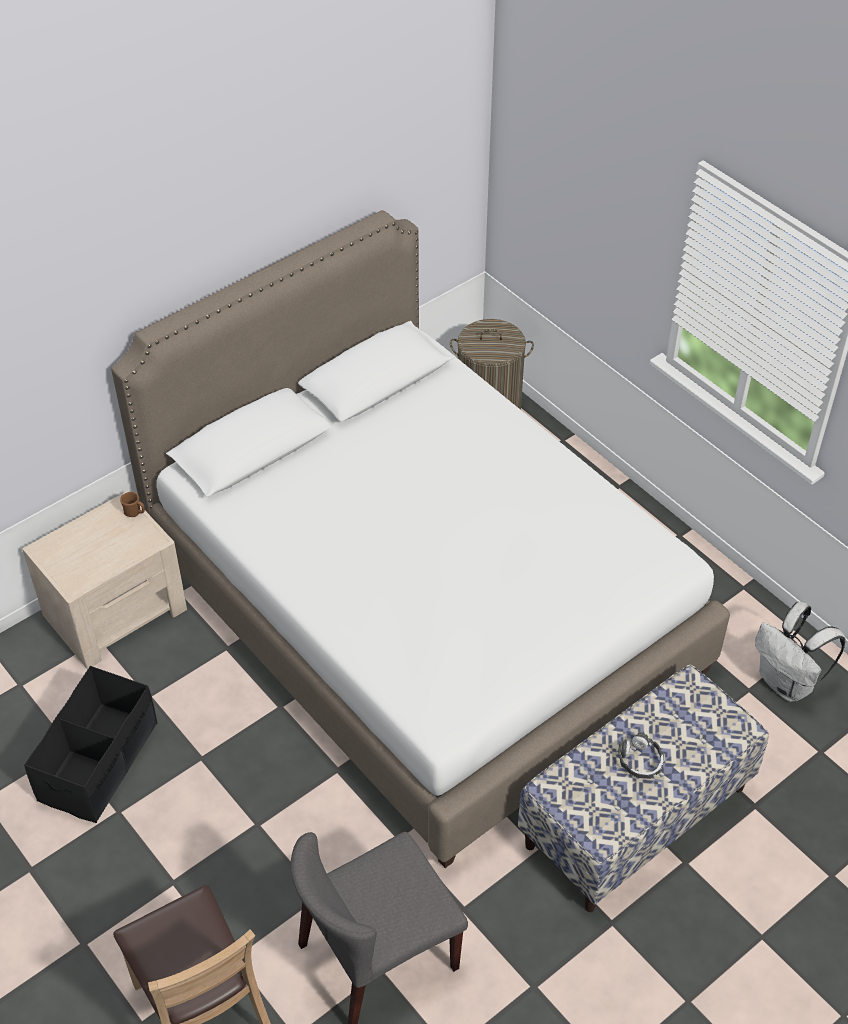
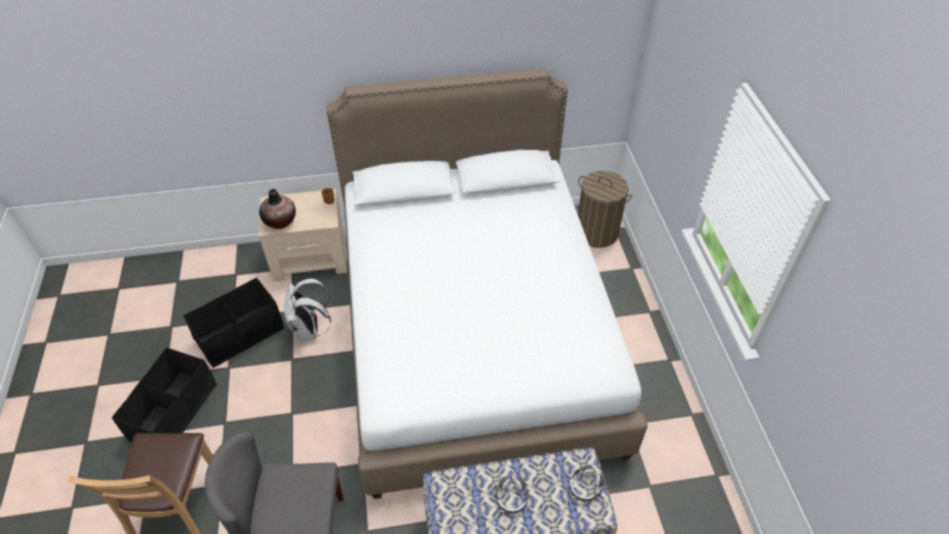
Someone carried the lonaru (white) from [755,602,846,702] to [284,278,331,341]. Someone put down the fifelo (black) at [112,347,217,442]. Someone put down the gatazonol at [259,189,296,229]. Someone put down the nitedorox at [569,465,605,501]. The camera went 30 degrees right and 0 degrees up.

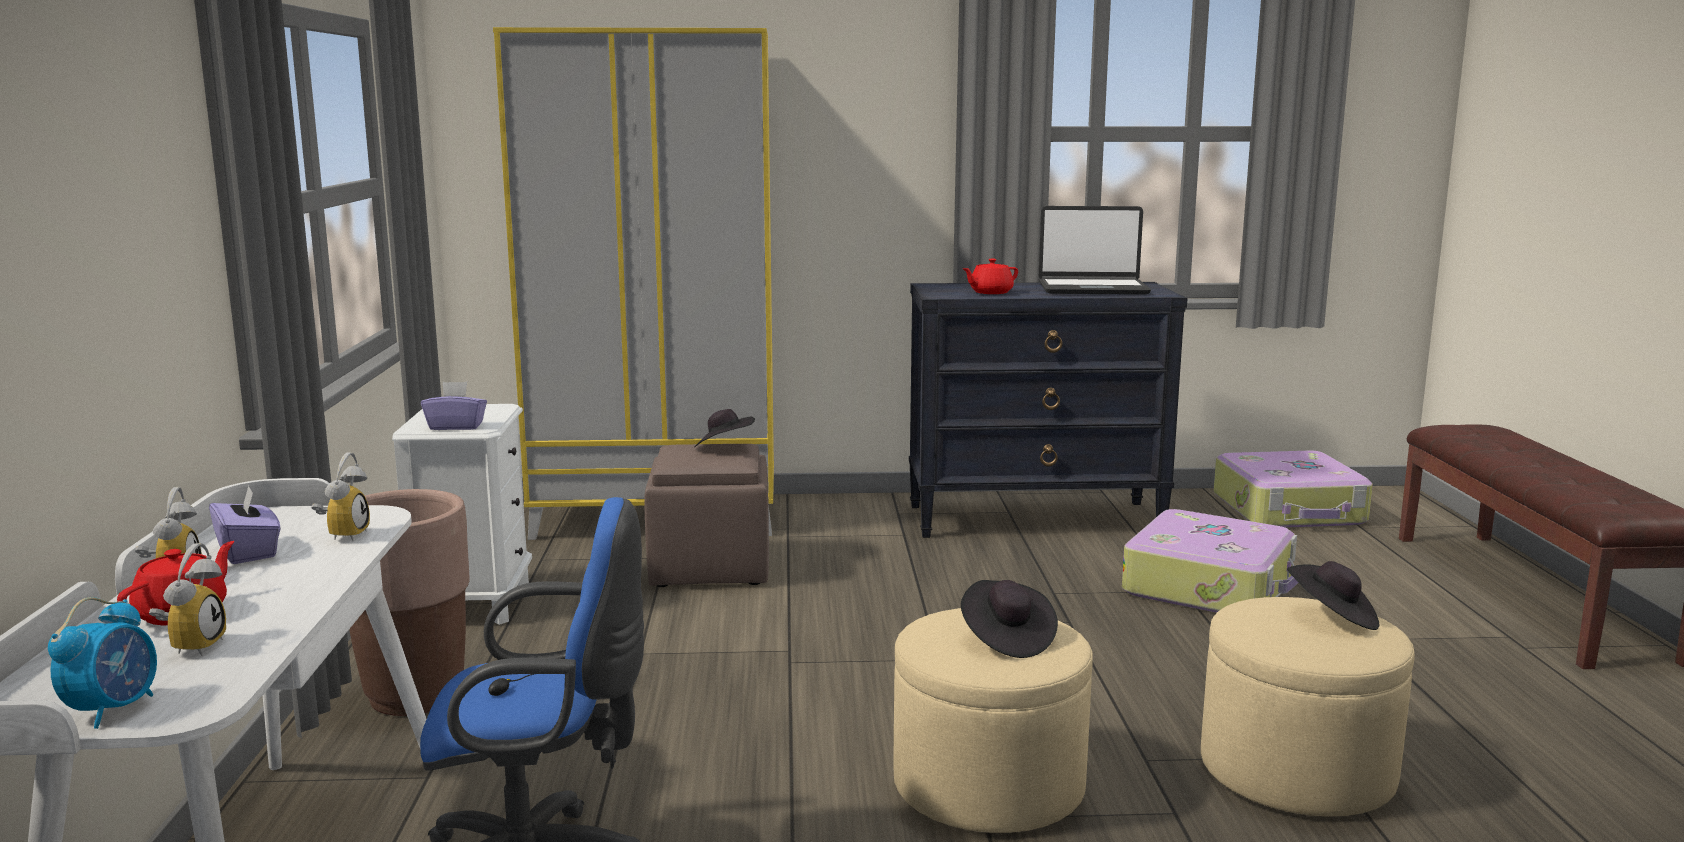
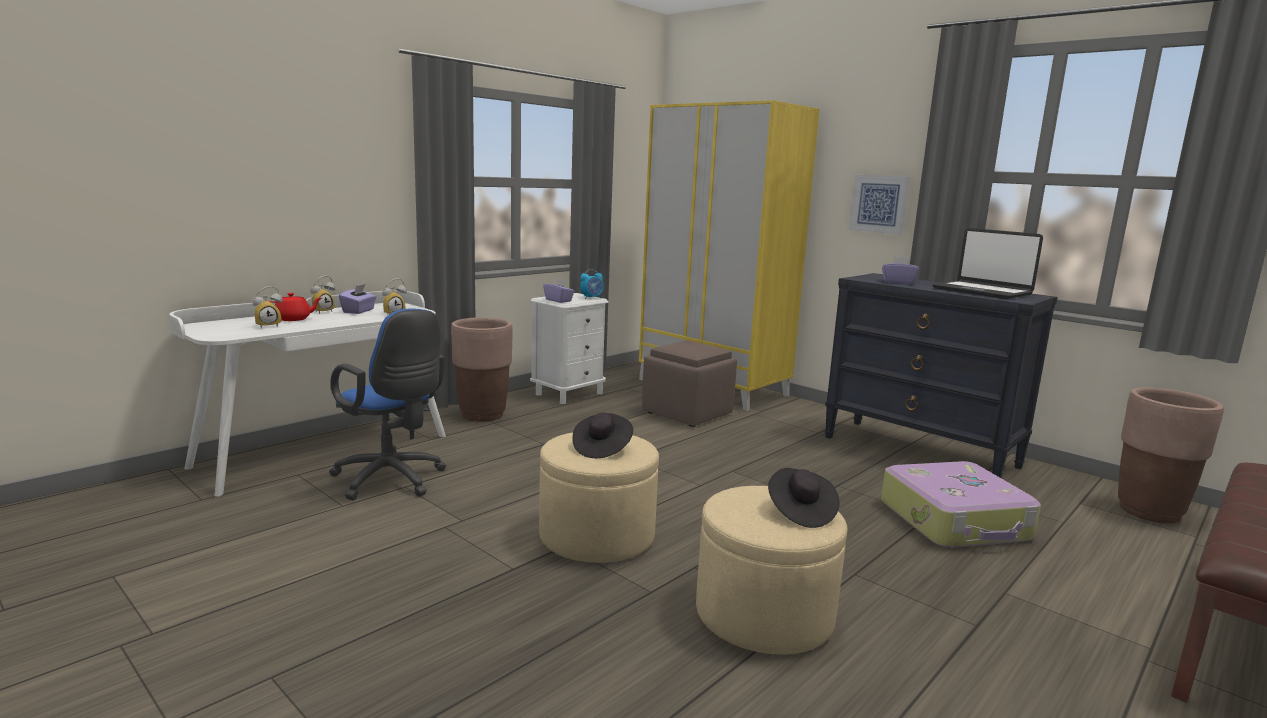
Someone carried the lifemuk from [48,597,157,729] to [580,269,603,299]. Someone took away the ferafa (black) at [694,409,755,448]. Someone swapped the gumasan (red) at [962,259,1018,294] for the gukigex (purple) at [882,256,919,284]. Someone swapped the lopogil at [1214,451,1373,528] for the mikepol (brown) at [1118,387,1224,523]. Someone put up the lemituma at [849,175,910,235]. The camera went 45 degrees right and 0 degrees up.

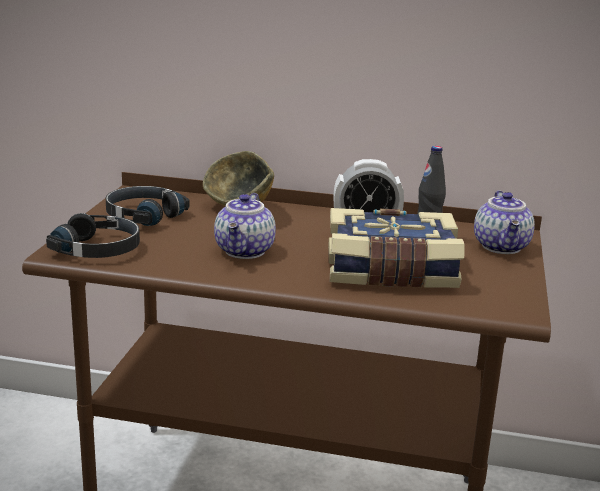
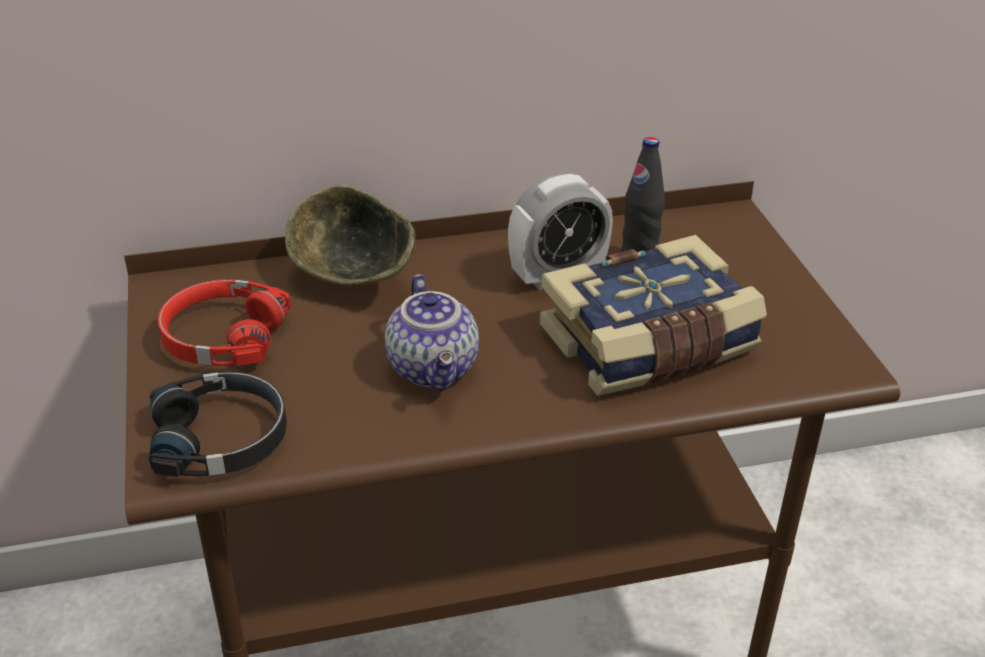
Someone repainted the nitedorox (black) at [106,186,190,226], which became the nitedorox (red) at [158,279,291,366]. Someone took away the gumasan at [474,190,535,254]. The camera went 25 degrees left and 15 degrees up.

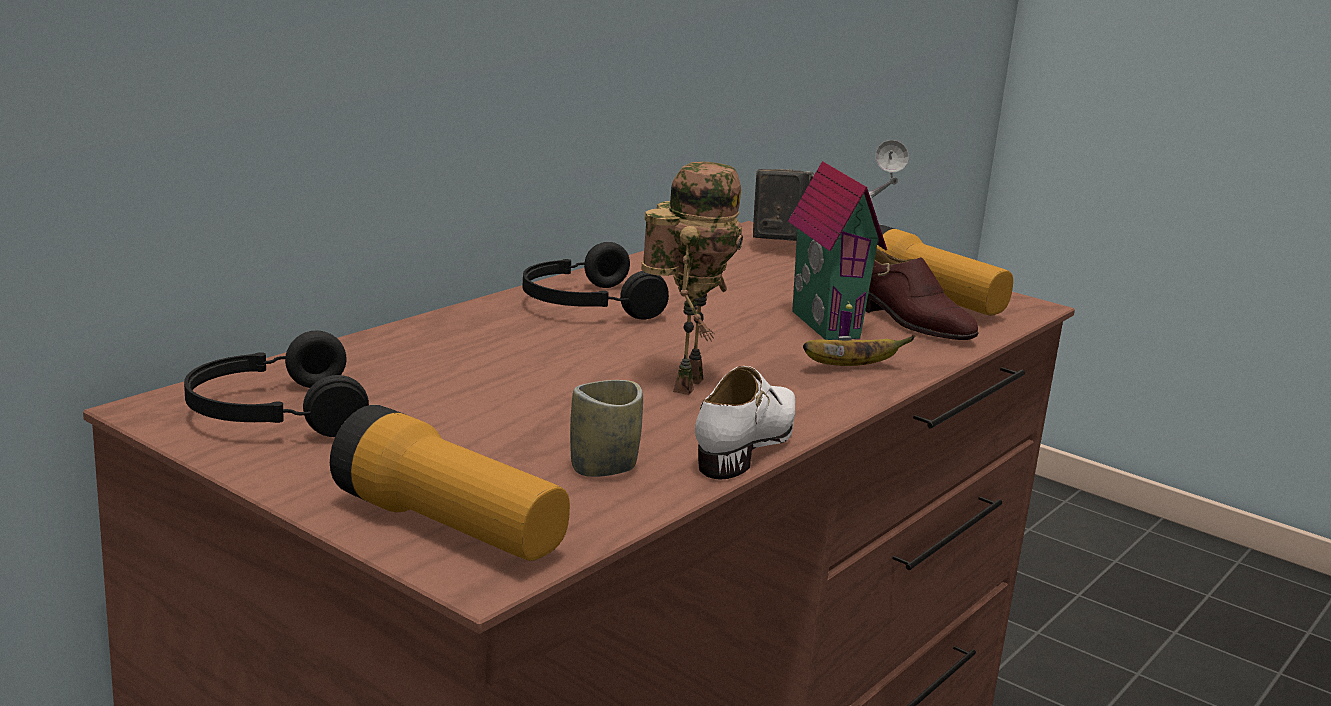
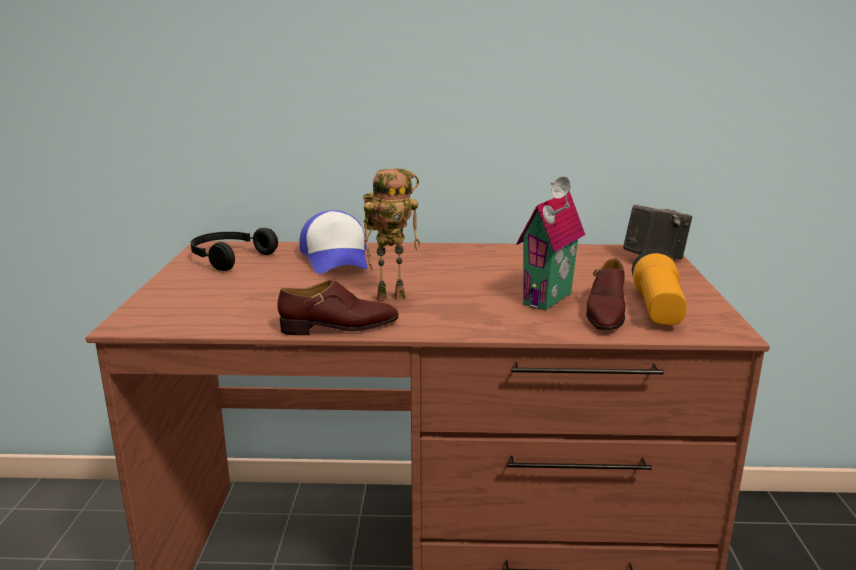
Someone took away the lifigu at [330,405,570,561]. Someone took away the nitedorox (black) at [523,242,669,320]. Someone took away the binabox at [570,380,643,477]. Someone repainted the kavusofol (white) at [695,366,795,479], which became the kavusofol (brown) at [277,280,399,336]. Someone took away the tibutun at [803,335,915,366]. Someone put down the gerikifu at [299,210,367,274]. The camera went 55 degrees right and 0 degrees up.

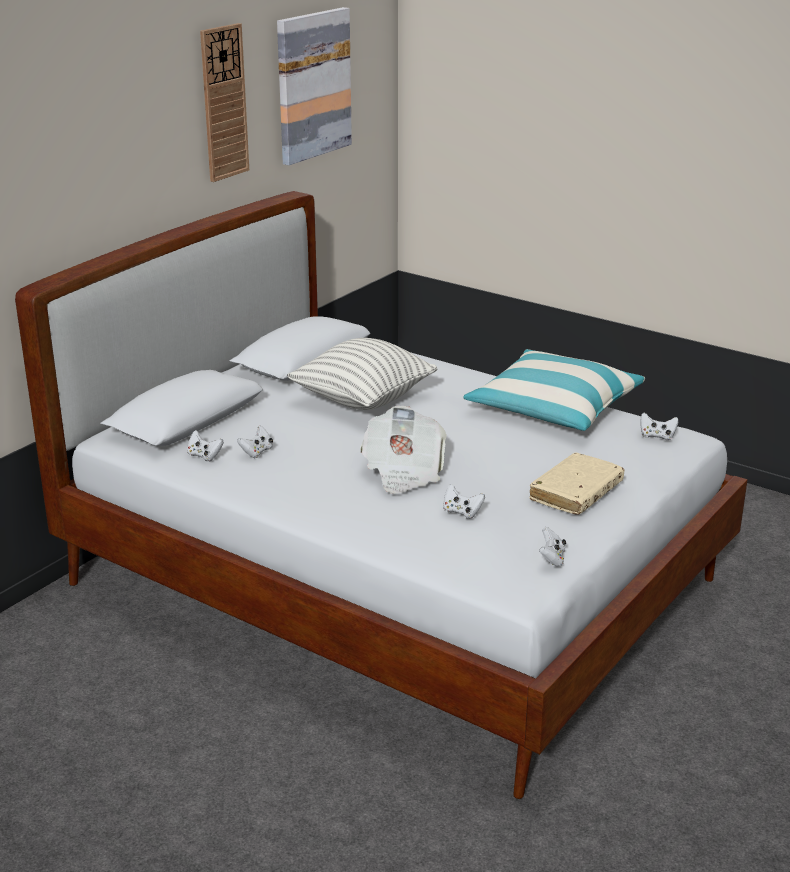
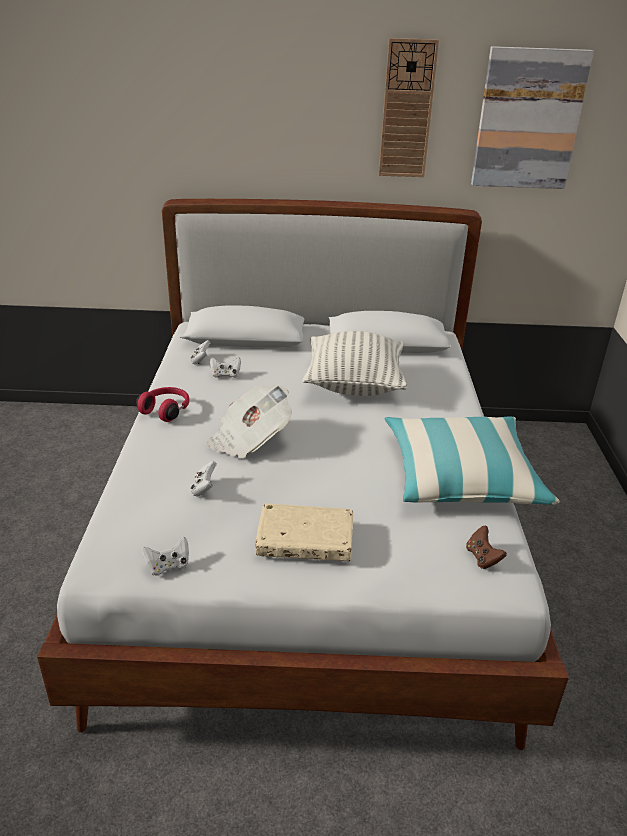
Someone repainted the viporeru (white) at [640,413,678,440], which became the viporeru (brown) at [466,525,507,569]. Someone put down the nitedorox (red) at [136,387,190,422]. The camera went 55 degrees right and 5 degrees up.

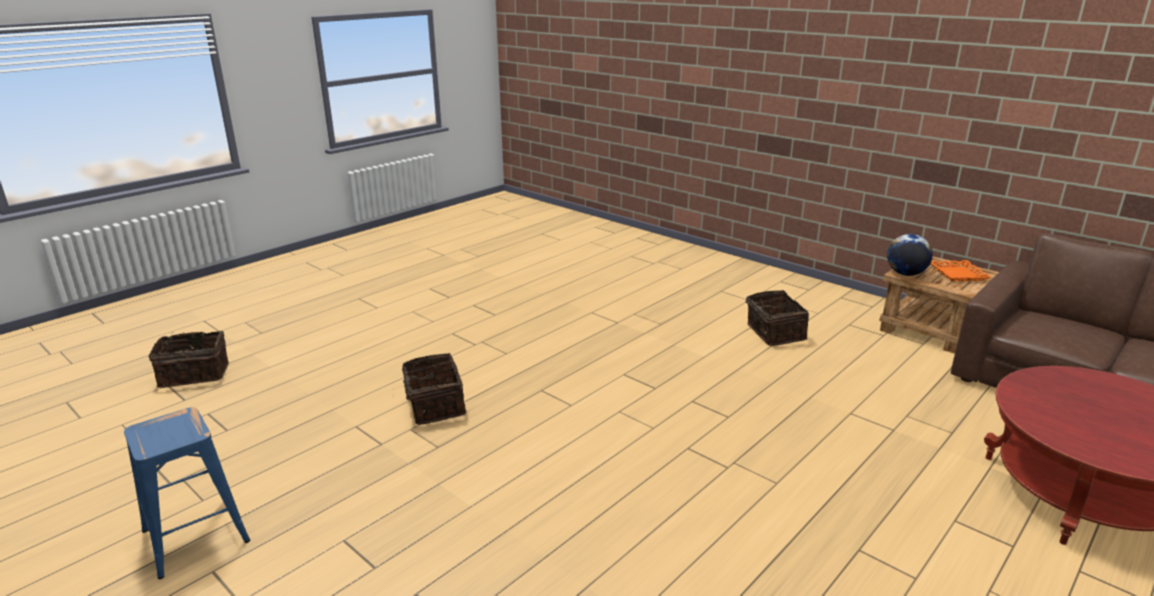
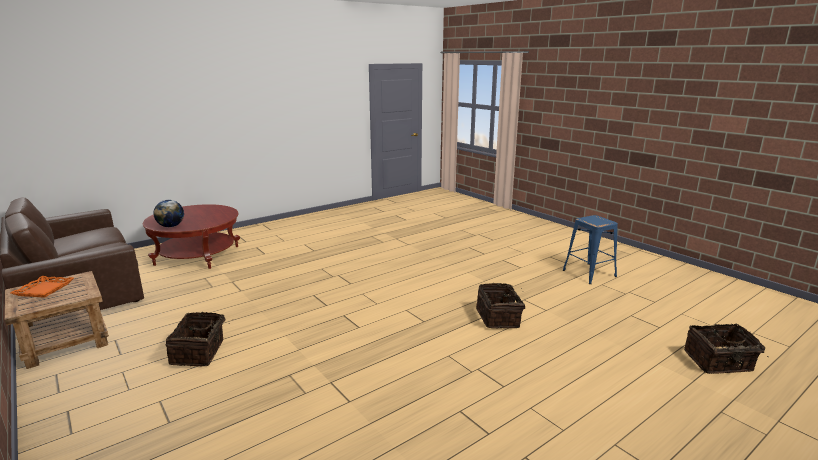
Someone carried the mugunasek from [887,234,933,276] to [153,200,184,227]. The camera went 170 degrees left and 5 degrees down.

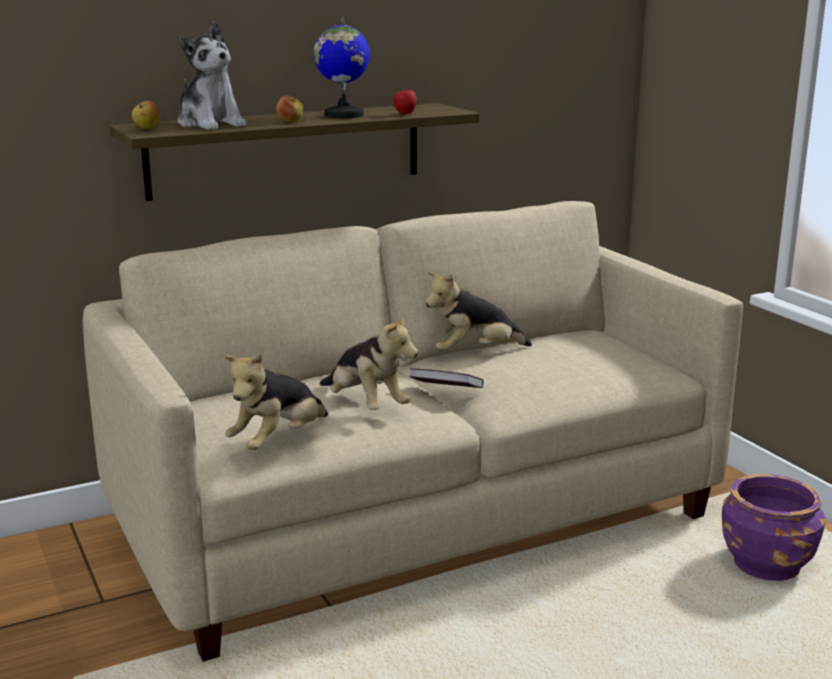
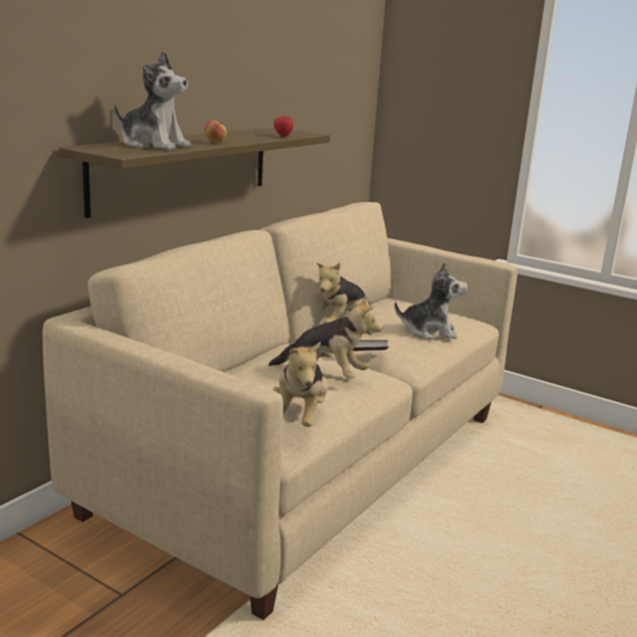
Someone took away the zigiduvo at [132,101,160,129]. Someone took away the mugunasek at [314,17,370,118]. Someone took away the mikepol (purple) at [722,474,826,581]. Someone put down the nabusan at [394,262,468,340]. The camera went 30 degrees left and 0 degrees up.

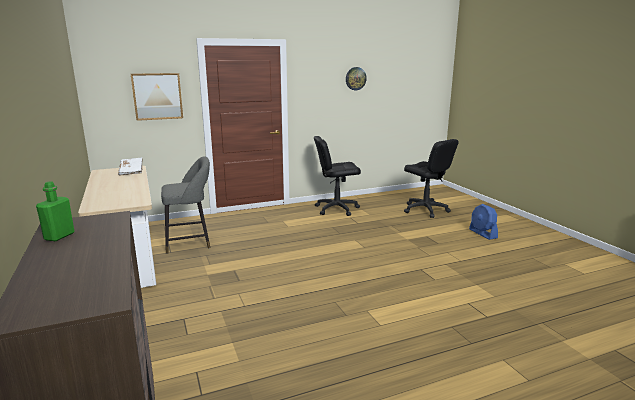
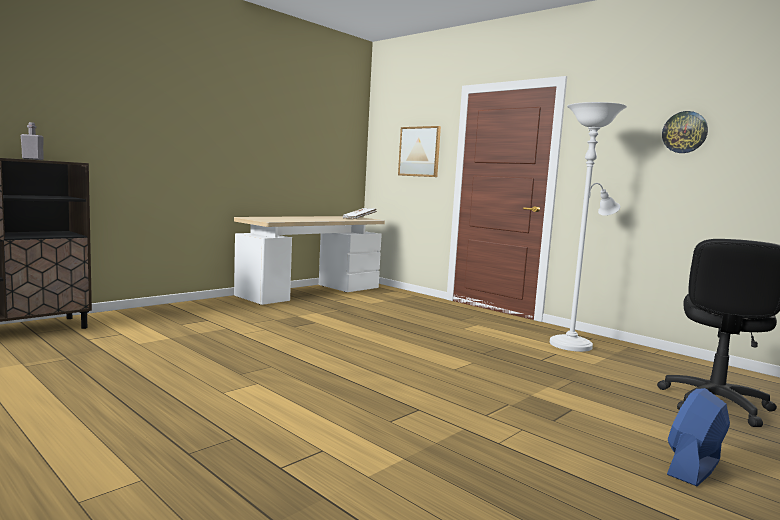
Someone repainted the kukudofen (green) at [36,181,75,241], which became the kukudofen (grey) at [21,122,44,160]. Someone took away the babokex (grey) at [161,156,210,254]. Someone swapped the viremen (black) at [314,136,361,216] for the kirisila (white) at [550,102,627,352]. The camera went 65 degrees right and 10 degrees down.

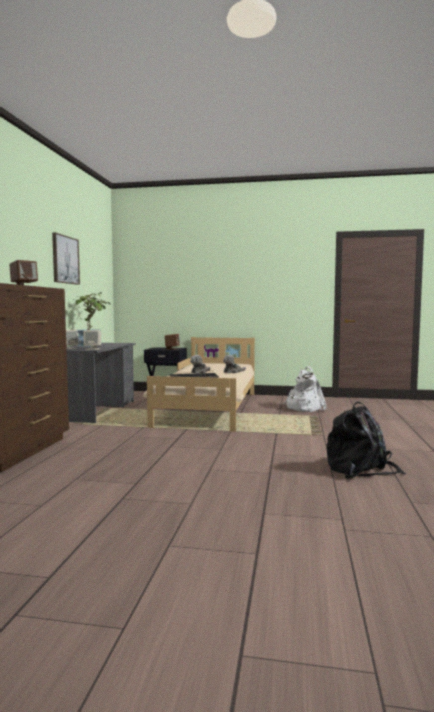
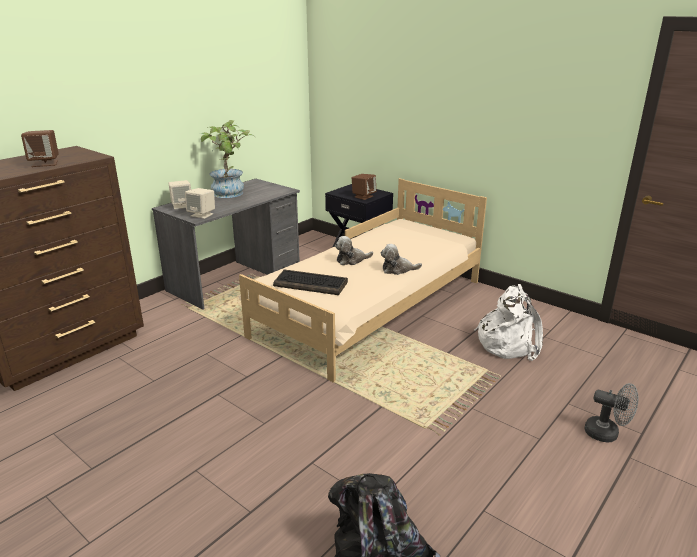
Someone took away the lemituma at [52,232,80,285]. Someone put down the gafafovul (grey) at [584,383,638,443]. The camera went 30 degrees right and 20 degrees up.

